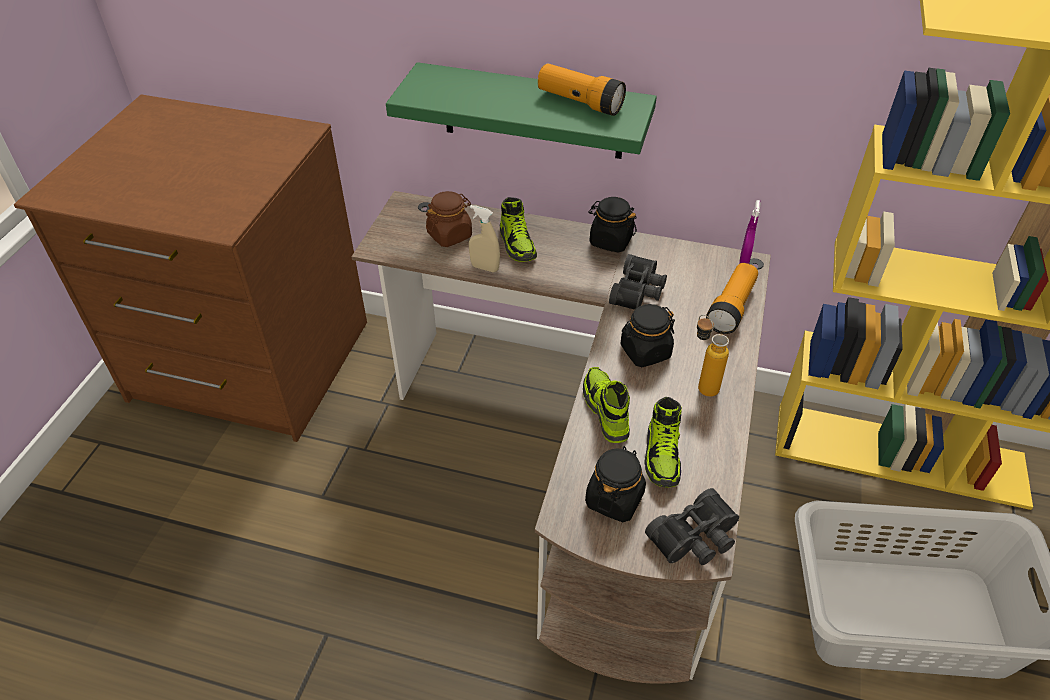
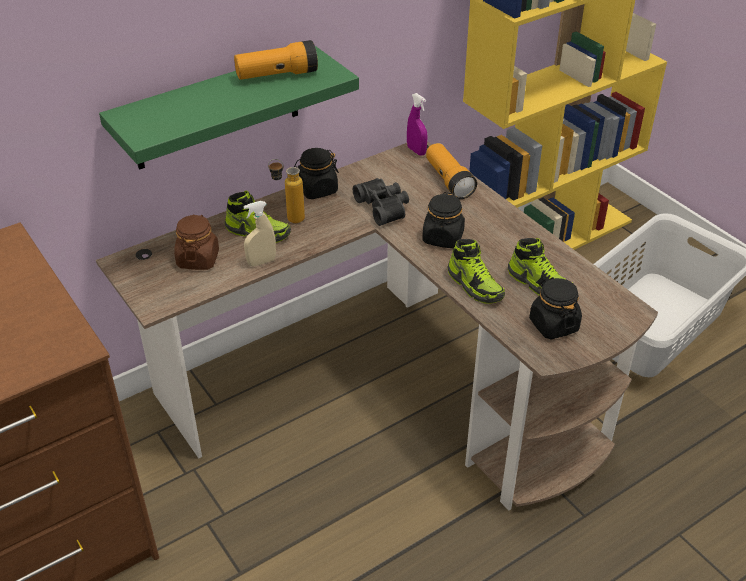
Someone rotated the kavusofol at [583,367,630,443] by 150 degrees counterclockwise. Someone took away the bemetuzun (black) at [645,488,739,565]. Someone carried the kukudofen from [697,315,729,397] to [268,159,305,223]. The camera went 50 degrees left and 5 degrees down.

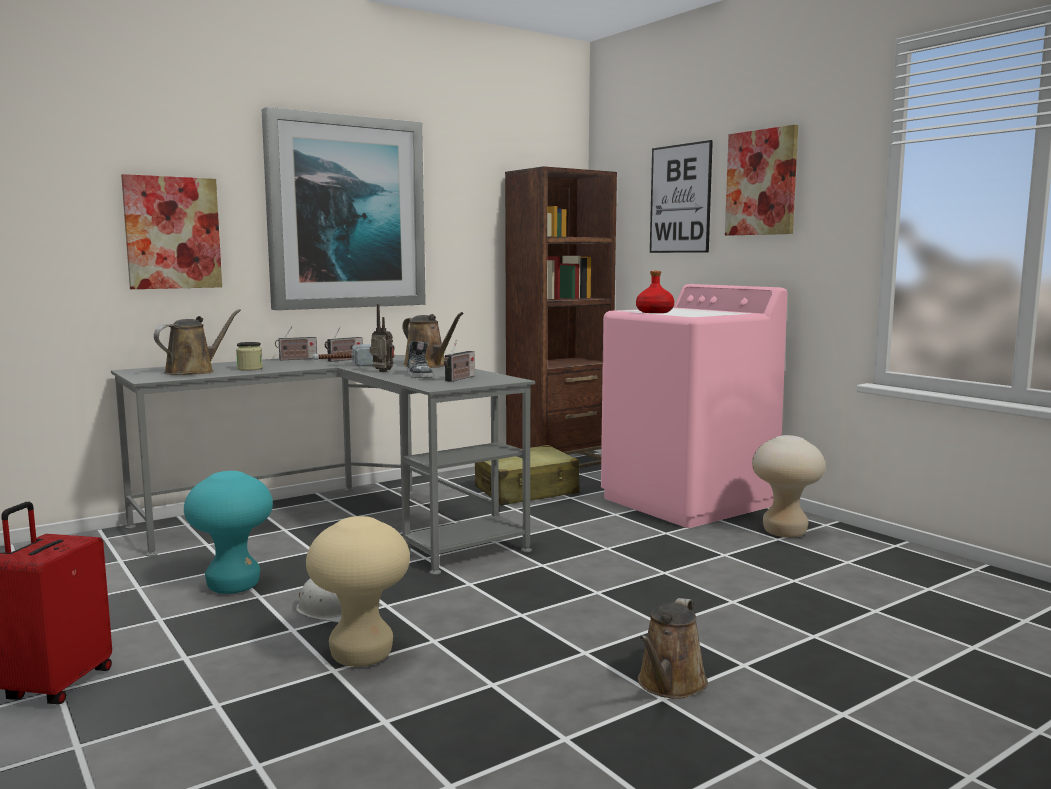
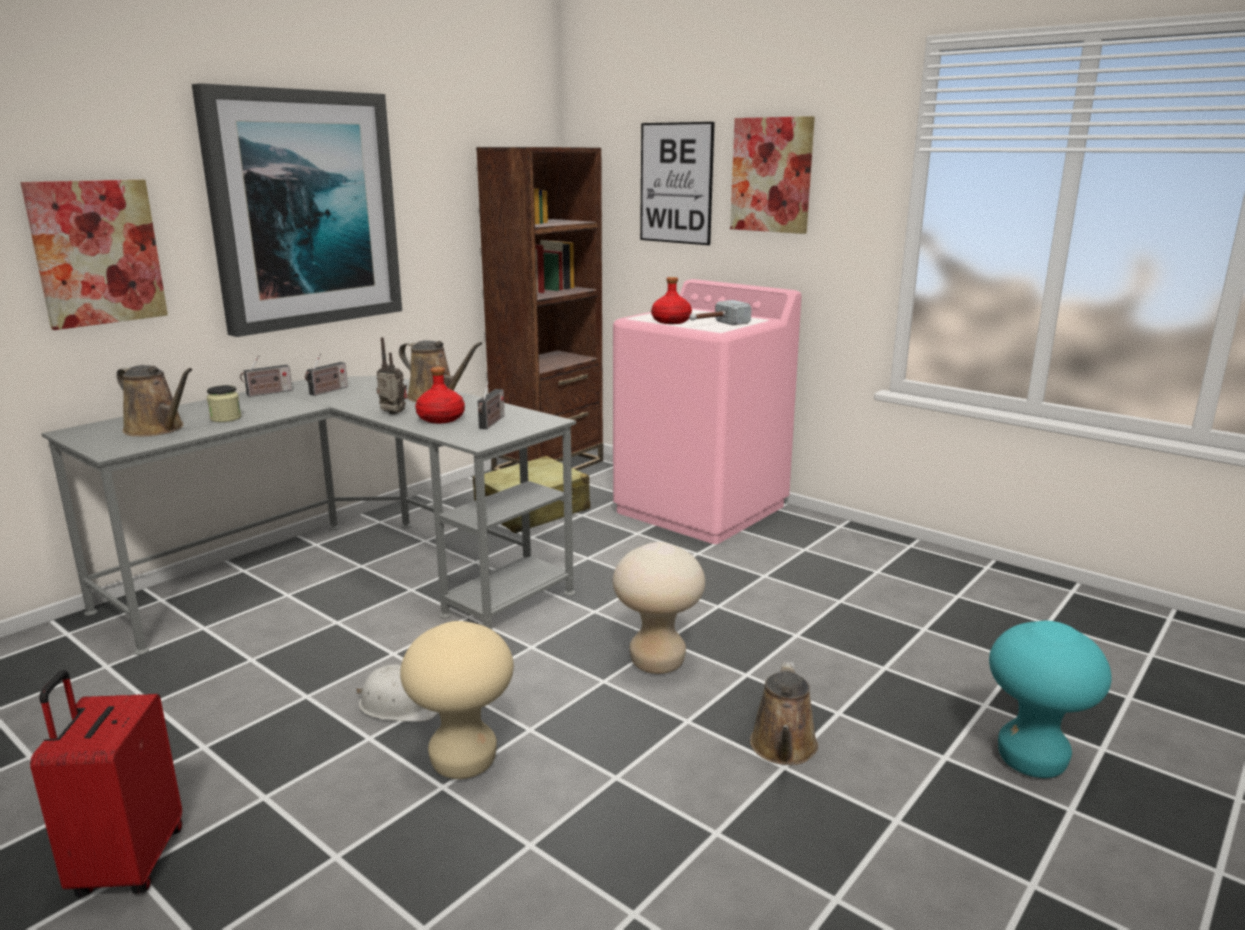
Someone rotated the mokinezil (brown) at [154,309,241,375] by 105 degrees clockwise. Someone carried the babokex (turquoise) from [184,471,273,594] to [989,621,1112,778]. Someone carried the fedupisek from [313,344,373,367] to [689,300,752,325]. Someone swapped the kavusofol at [407,341,433,378] for the kukudofen (red) at [415,367,465,424]. Someone carried the babokex (beige) from [752,435,826,537] to [613,542,705,674]. The camera went 15 degrees left and 10 degrees up.

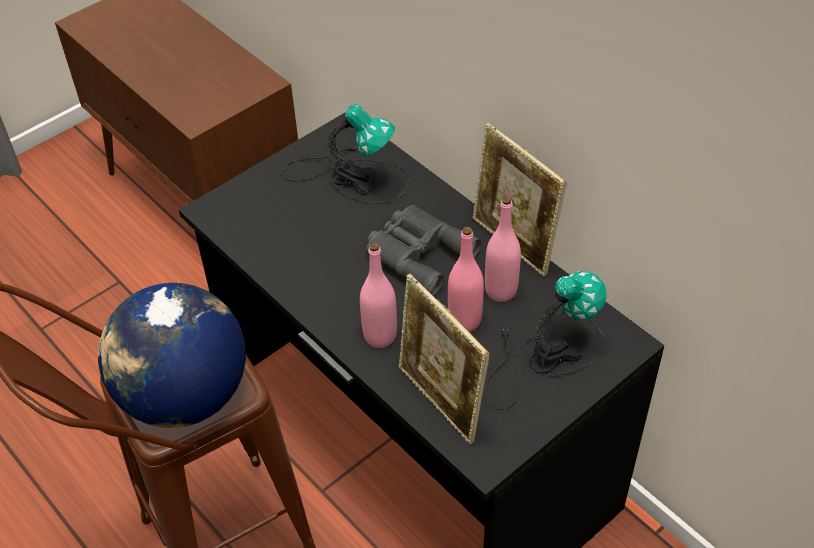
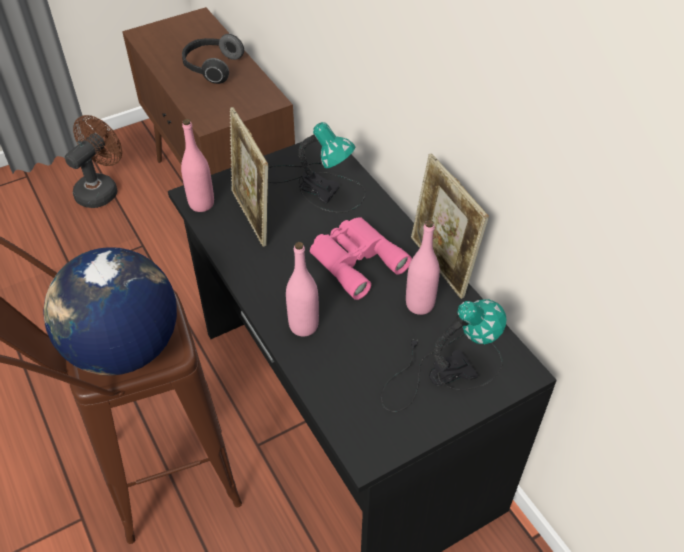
Someone repainted the bemetuzun (grey) at [366,205,482,296], which became the bemetuzun (pink) at [310,217,412,300]. Someone carried the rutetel from [399,274,490,445] to [230,107,268,247]. Someone carried the kukudofen (pink) from [448,227,484,332] to [181,119,214,212]. Someone put down the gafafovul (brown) at [65,115,122,208]. Someone put down the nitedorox at [182,34,244,84]. The camera went 10 degrees right and 0 degrees up.

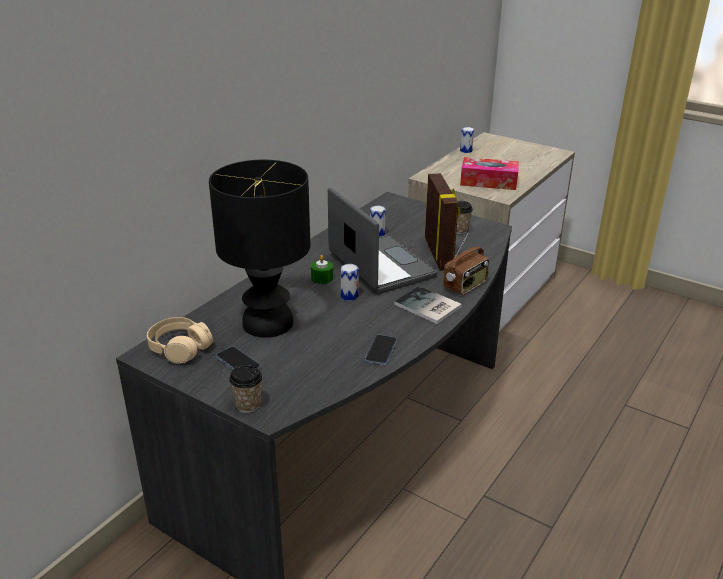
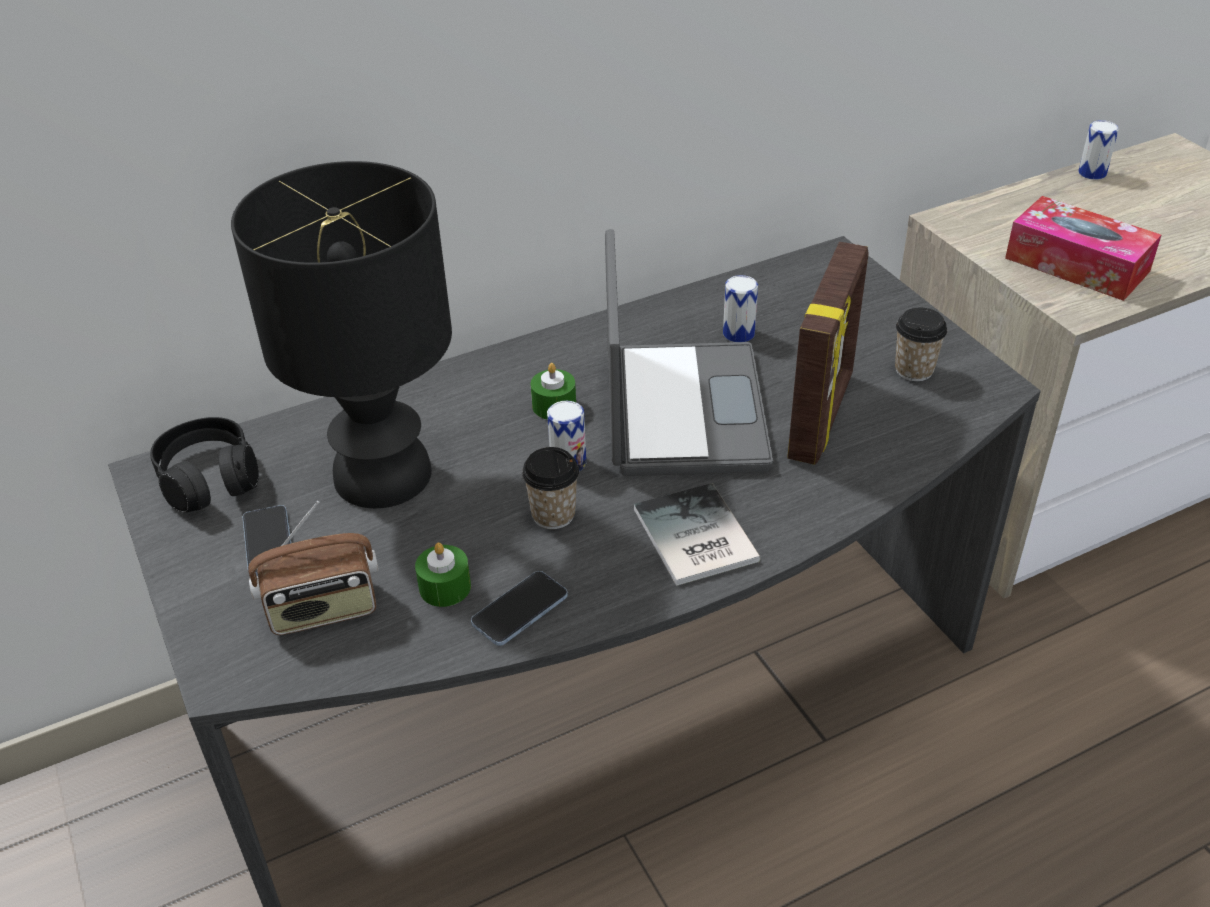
Someone repainted the nitedorox (beige) at [147,317,213,363], which became the nitedorox (black) at [150,417,259,513]. Someone carried the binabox from [229,364,262,413] to [522,447,579,529]. Someone carried the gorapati from [443,233,490,295] to [248,501,379,635]. Someone put down the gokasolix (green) at [415,542,471,607]. The camera went 30 degrees right and 10 degrees up.

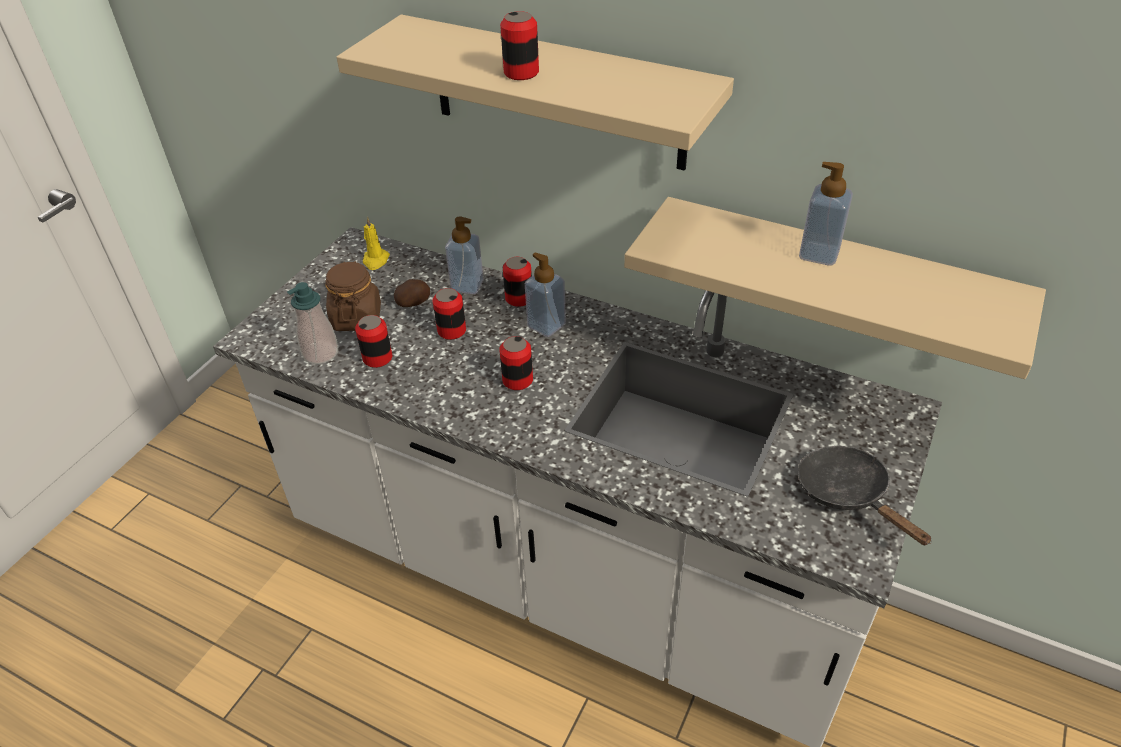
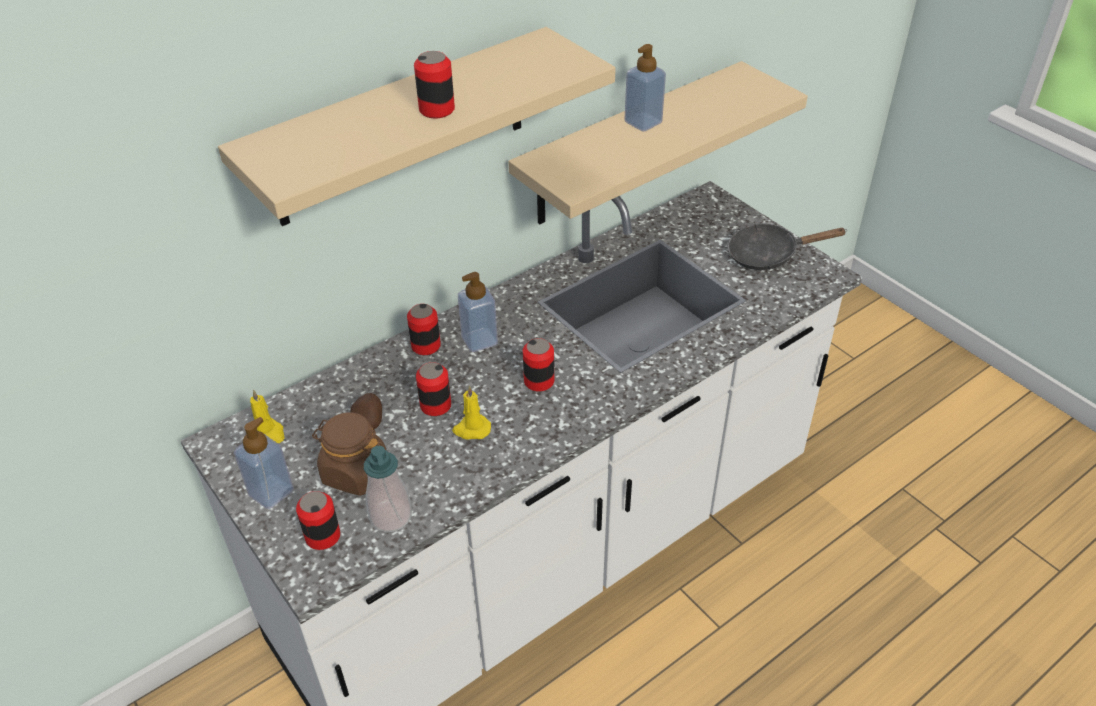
Someone carried the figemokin from [355,315,392,368] to [296,491,341,550]. Someone carried the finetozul from [445,216,484,294] to [234,417,294,509]. Someone put down the gokasolix (yellow) at [452,385,491,440]. The camera went 65 degrees left and 0 degrees up.

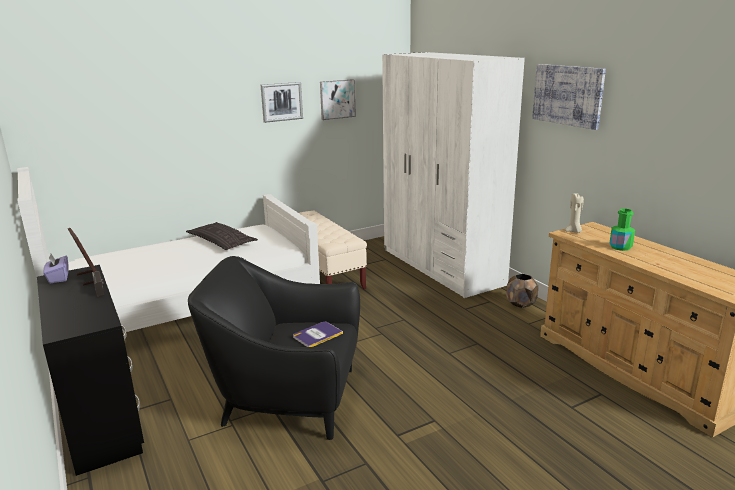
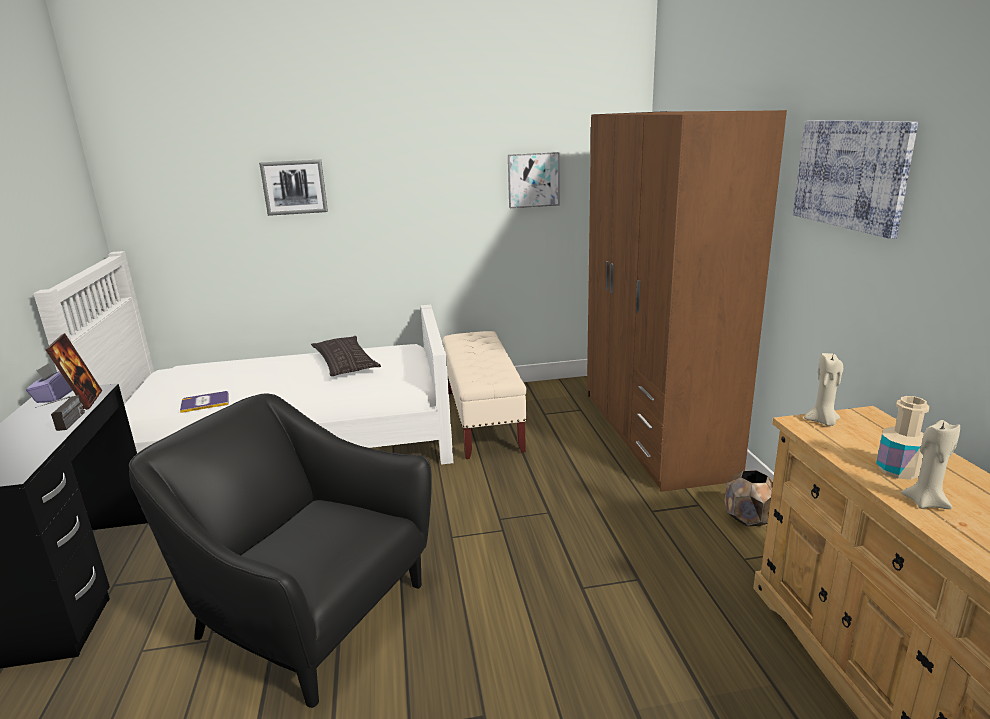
Someone carried the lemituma from [261,82,303,123] to [259,159,328,216]. Someone carried the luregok from [293,322,343,347] to [180,391,229,413]. Someone repainted the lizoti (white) at [382,52,525,298], which became the lizoti (brown) at [587,110,787,492]. Someone repainted the kukudofen (green) at [610,208,635,251], which became the kukudofen (beige) at [876,396,929,480]. Someone put down the gokasolix (beige) at [901,419,960,509]. The camera went 20 degrees right and 0 degrees up.

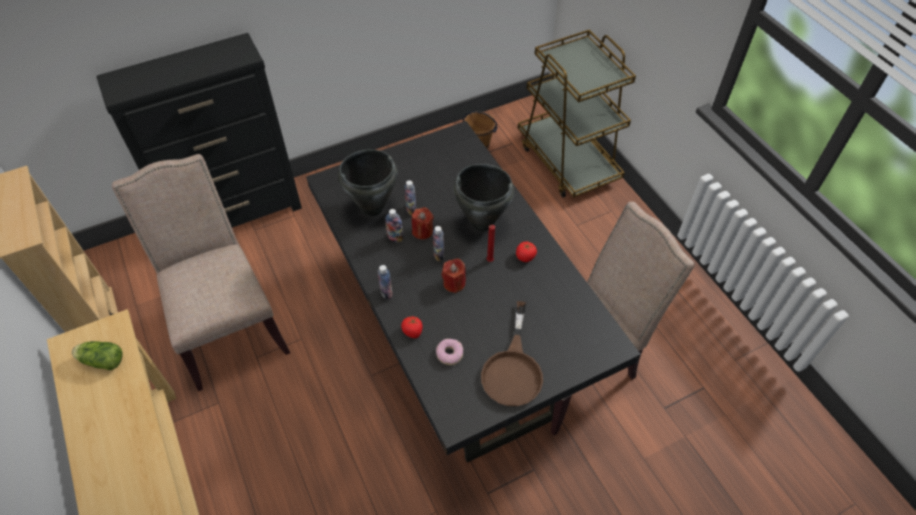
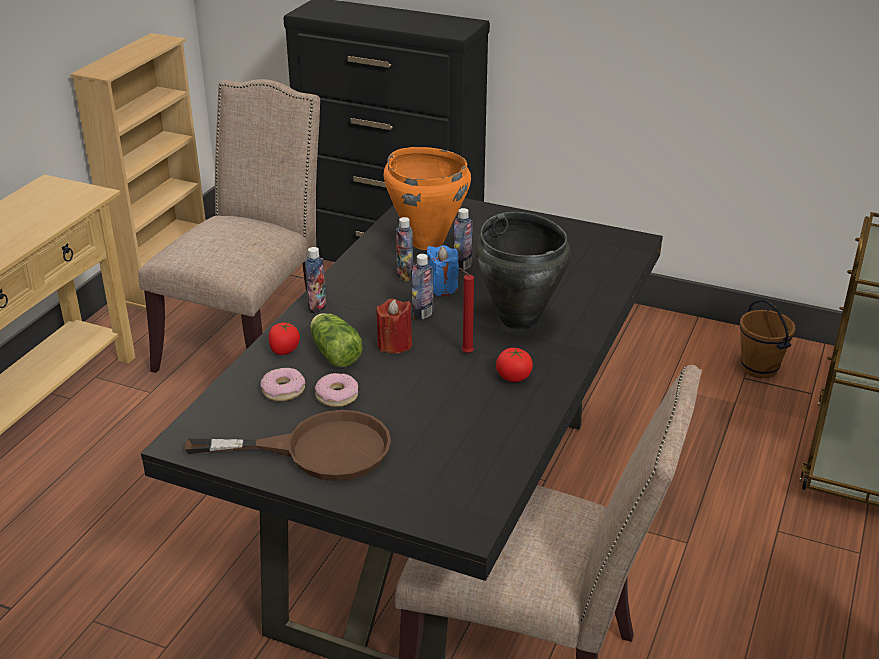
Someone carried the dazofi from [72,341,122,370] to [311,313,362,367]. Someone repainted the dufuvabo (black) at [338,150,398,216], which became the dufuvabo (orange) at [384,147,471,250]. Someone repainted the gokasolix (red) at [412,207,434,239], which became the gokasolix (blue) at [427,245,459,296]. Someone rotated the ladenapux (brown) at [481,301,543,406] by 150 degrees counterclockwise. Someone put down the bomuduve at [315,373,358,407]. The camera went 50 degrees right and 20 degrees down.

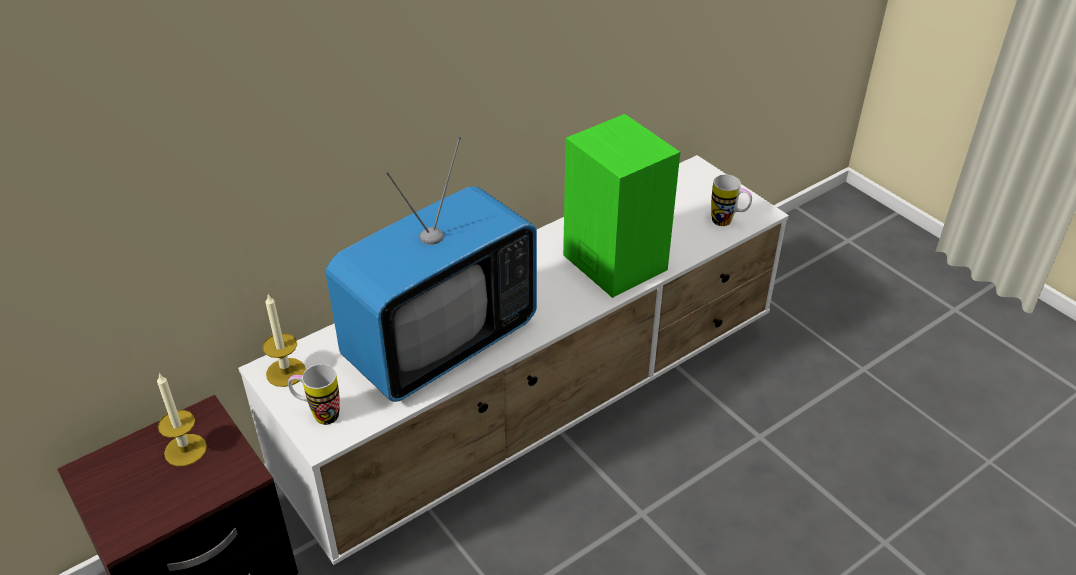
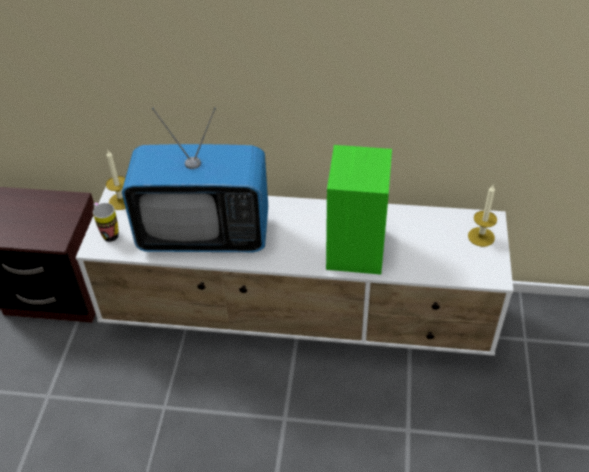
Someone carried the gokasolix from [157,373,207,466] to [468,185,497,247]. Someone took away the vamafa at [711,174,752,226]. The camera went 45 degrees right and 5 degrees up.

